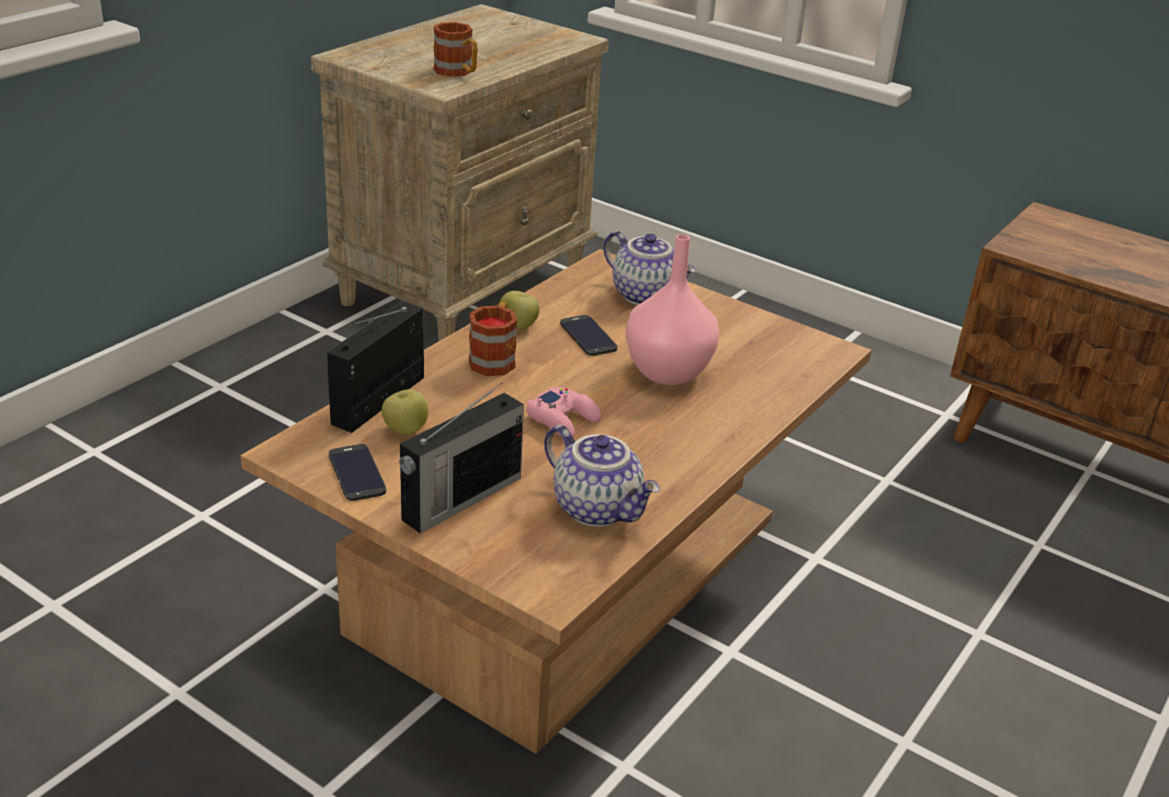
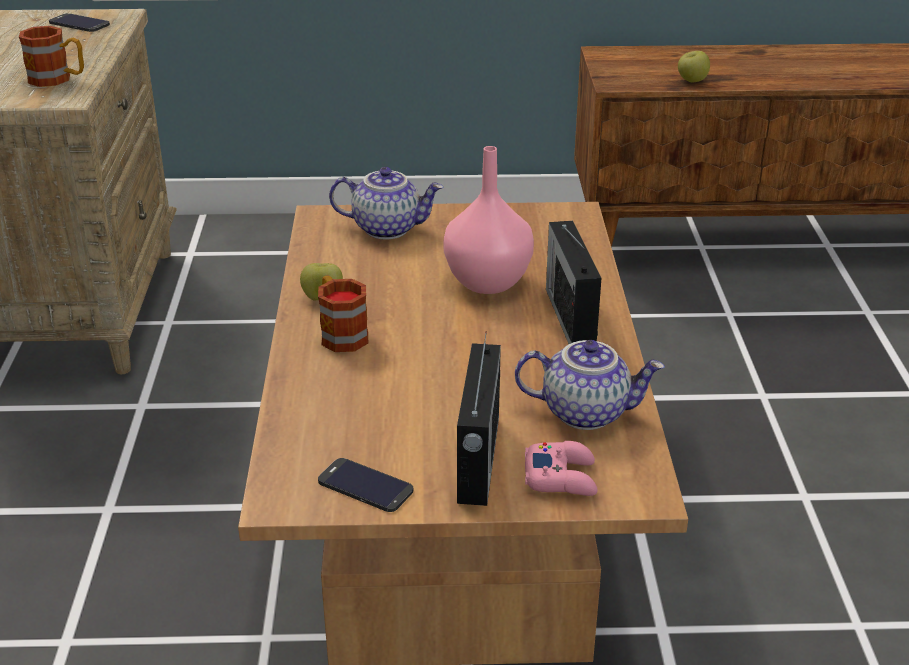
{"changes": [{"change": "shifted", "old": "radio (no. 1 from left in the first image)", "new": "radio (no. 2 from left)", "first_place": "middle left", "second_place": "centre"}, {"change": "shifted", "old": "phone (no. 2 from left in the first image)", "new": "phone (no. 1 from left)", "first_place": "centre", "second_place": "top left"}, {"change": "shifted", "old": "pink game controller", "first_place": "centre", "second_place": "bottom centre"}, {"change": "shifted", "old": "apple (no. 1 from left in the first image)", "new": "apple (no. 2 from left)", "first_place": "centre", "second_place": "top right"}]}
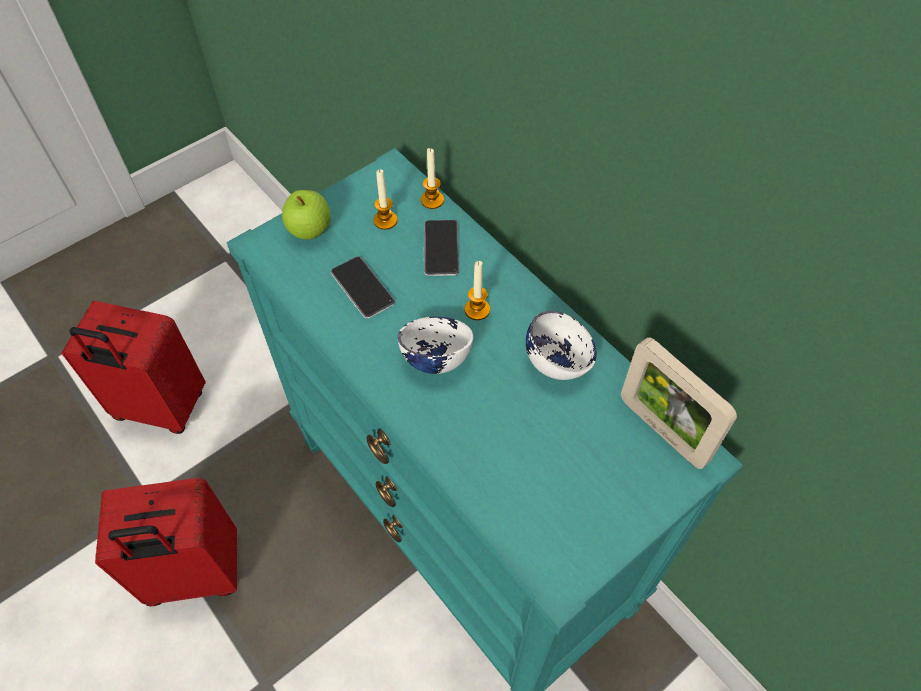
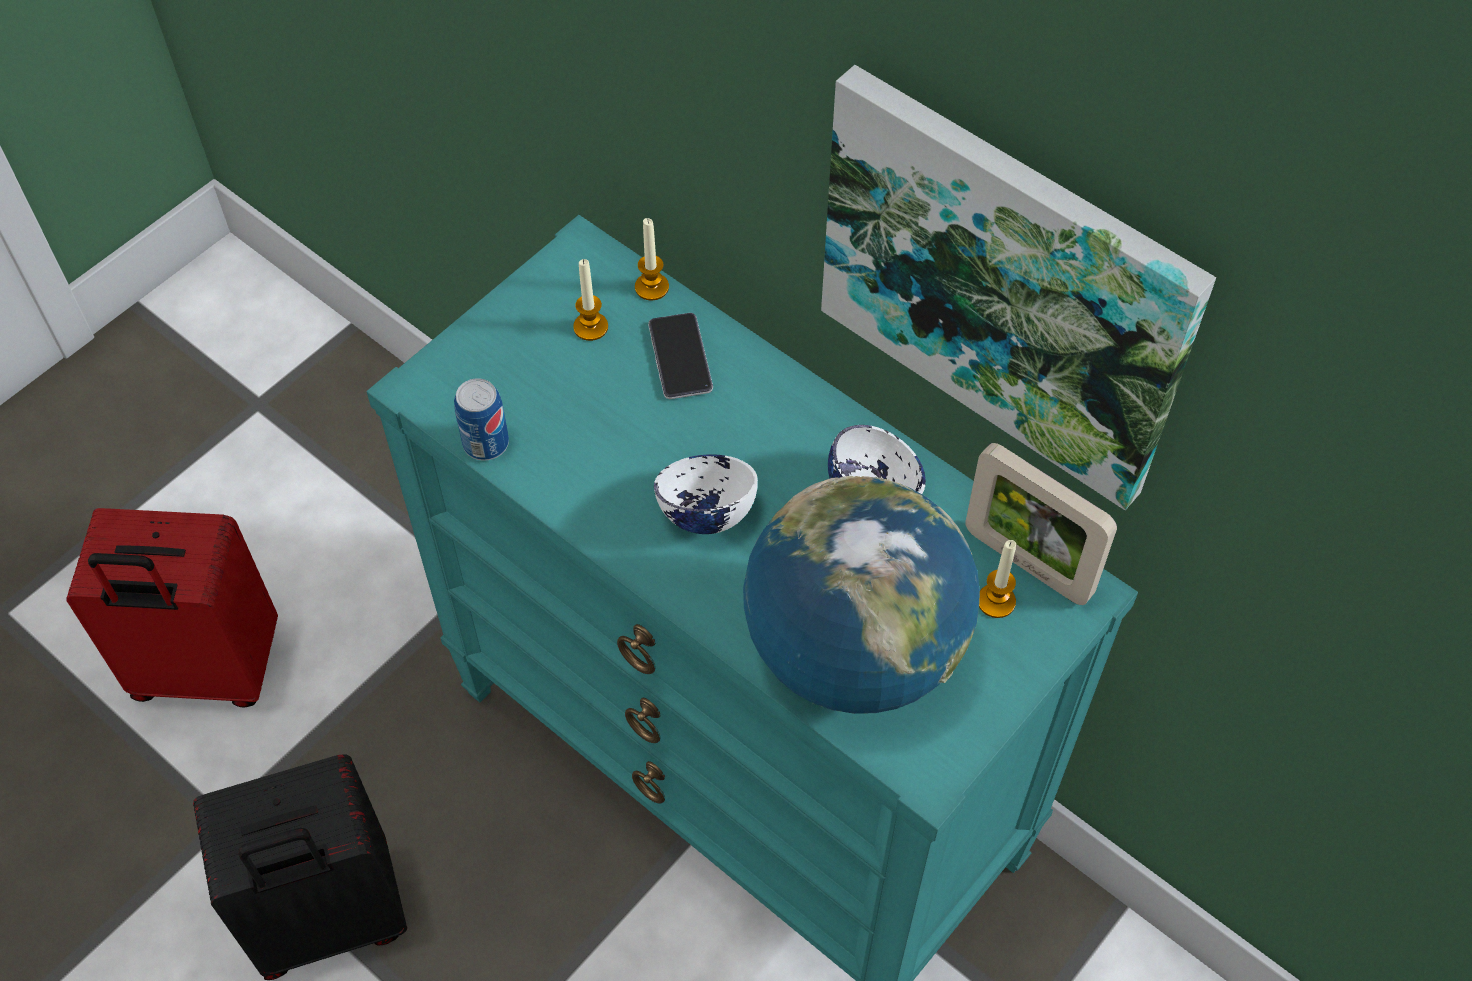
{"changes": [{"change": "gone", "old": "apple", "first_place": "top left"}, {"change": "gone", "old": "phone (no. 1 from left)", "first_place": "centre"}, {"change": "shifted", "old": "candle (no. 3 from left)", "first_place": "centre", "second_place": "middle right"}, {"change": "repainted", "old": "red suitcase (no. 2 from left)", "new": "black suitcase", "first_place": "bottom left", "second_place": "bottom left"}, {"change": "new", "new": "picture", "second_place": "top right"}, {"change": "new", "new": "can", "second_place": "middle left"}, {"change": "new", "new": "globe", "second_place": "centre"}]}
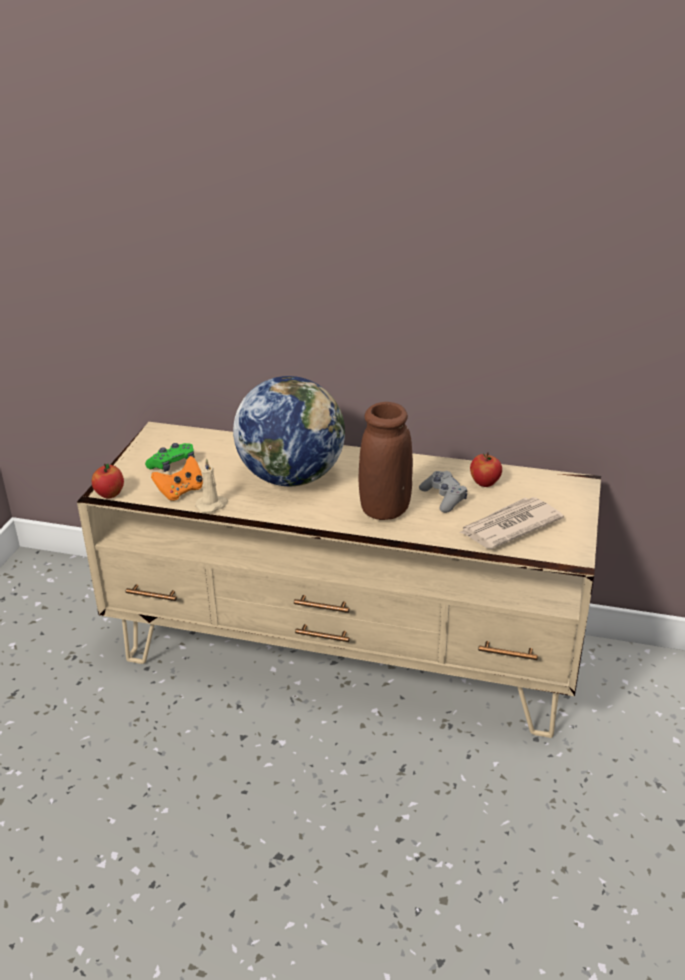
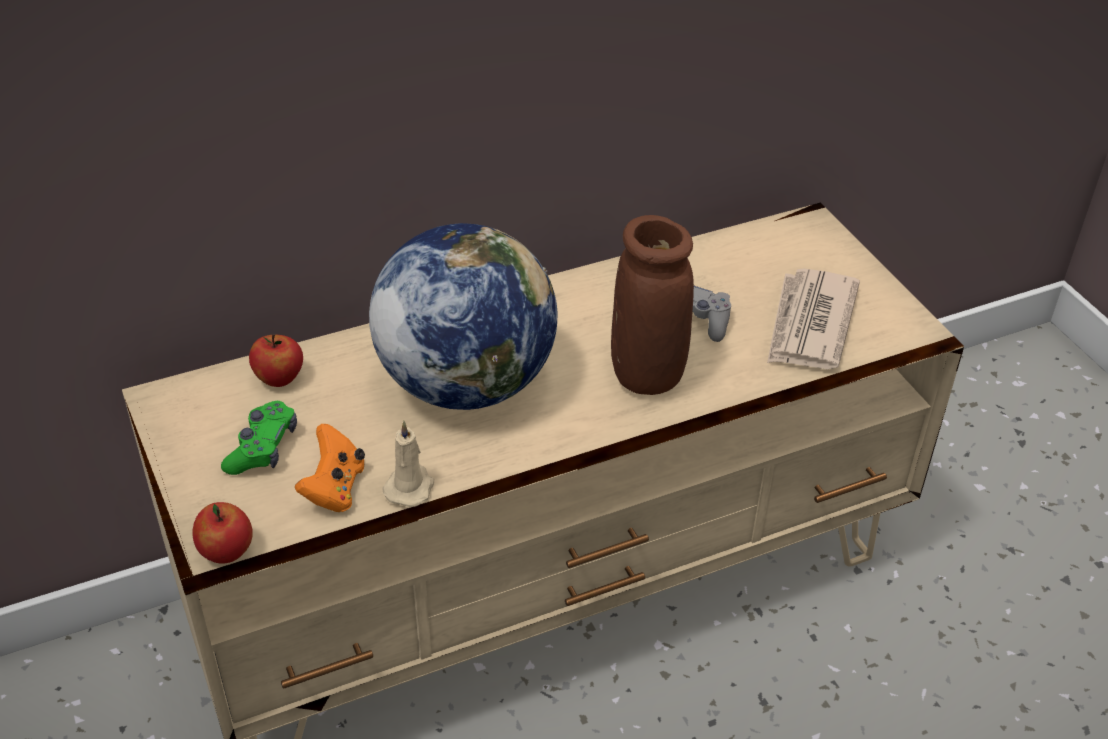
{"changes": [{"change": "shifted", "old": "apple (no. 2 from left)", "first_place": "middle right", "second_place": "middle left"}]}
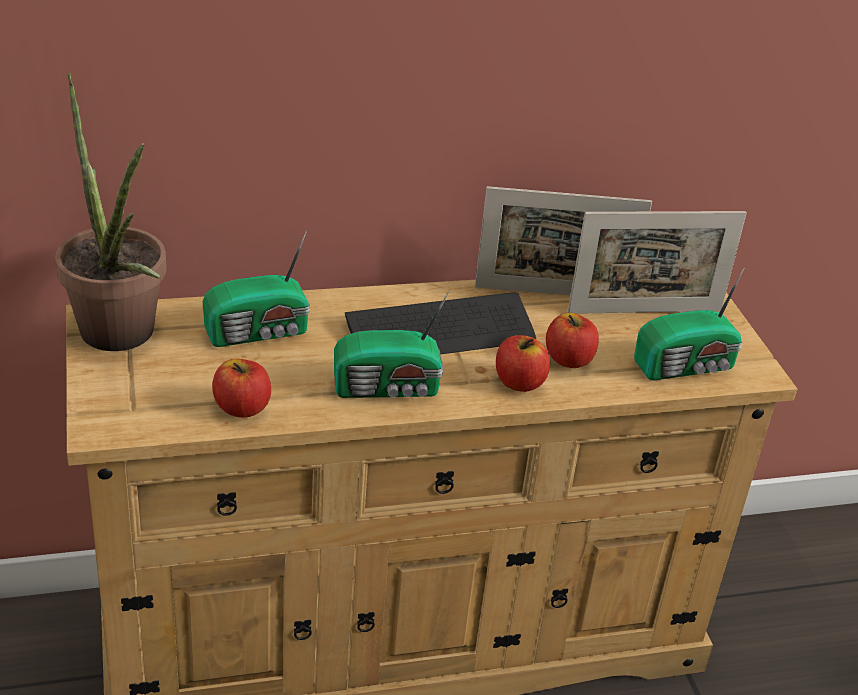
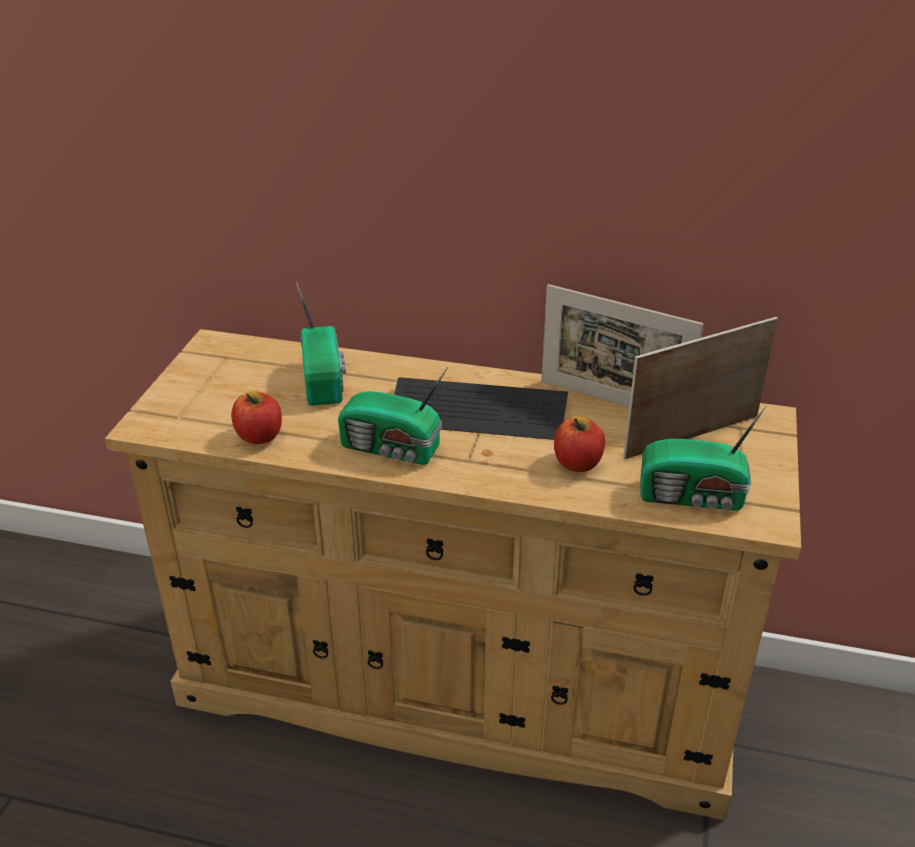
{"changes": [{"change": "gone", "old": "potted plant", "first_place": "top left"}, {"change": "rotated", "old": "picture frame (no. 2 from left)", "first_place": "middle right", "second_place": "middle right", "degrees": 135}, {"change": "rotated", "old": "radio (no. 1 from left)", "first_place": "middle left", "second_place": "centre", "degrees": -105}, {"change": "gone", "old": "apple (no. 2 from left)", "first_place": "centre"}]}
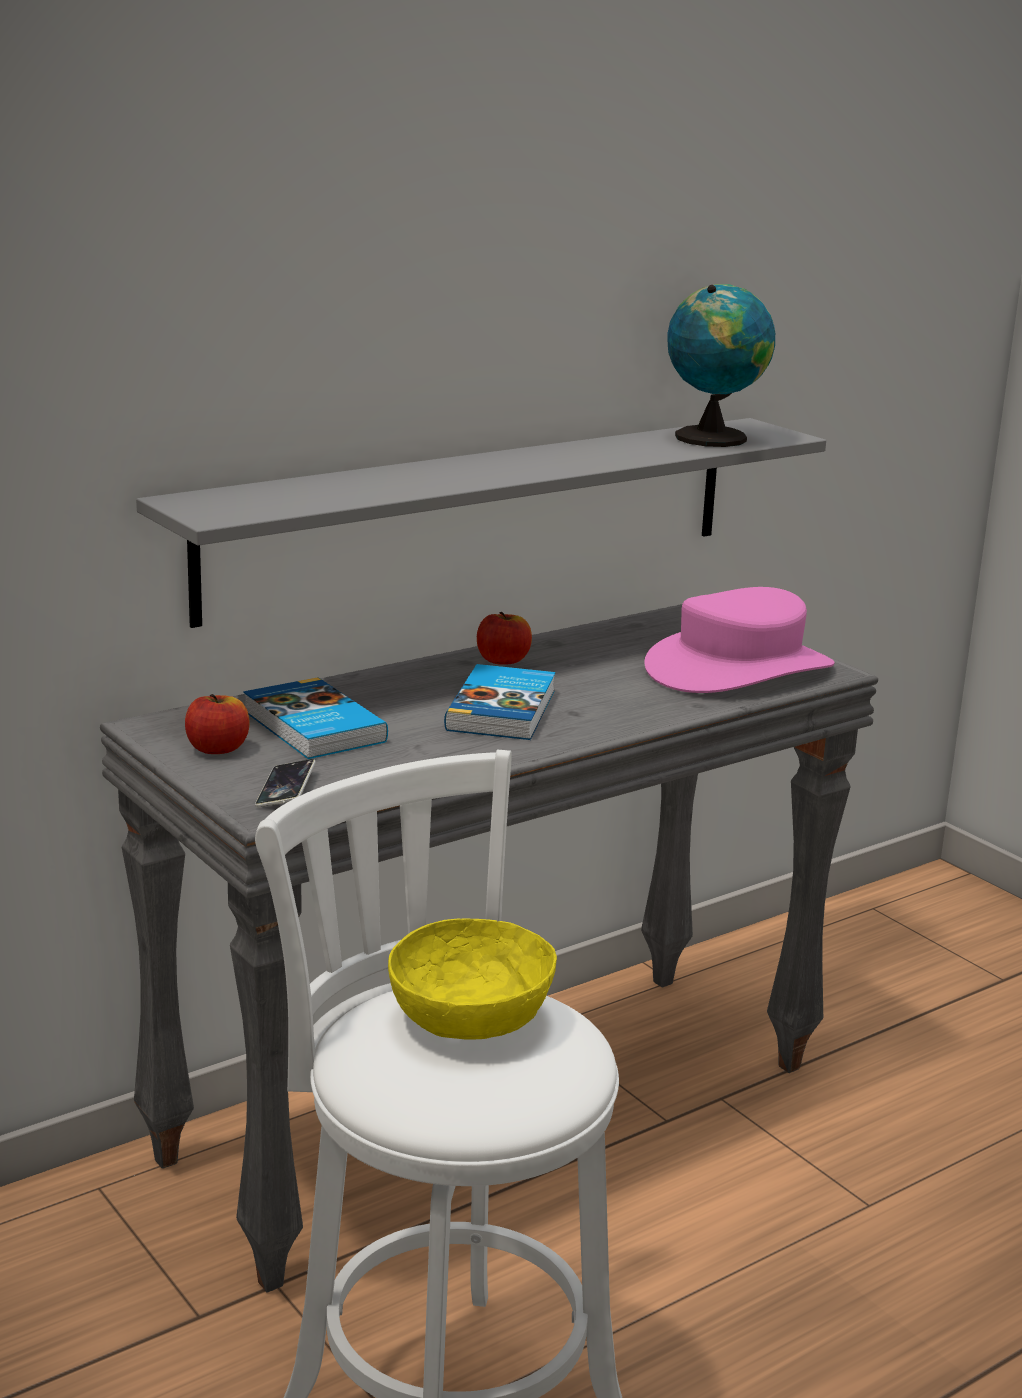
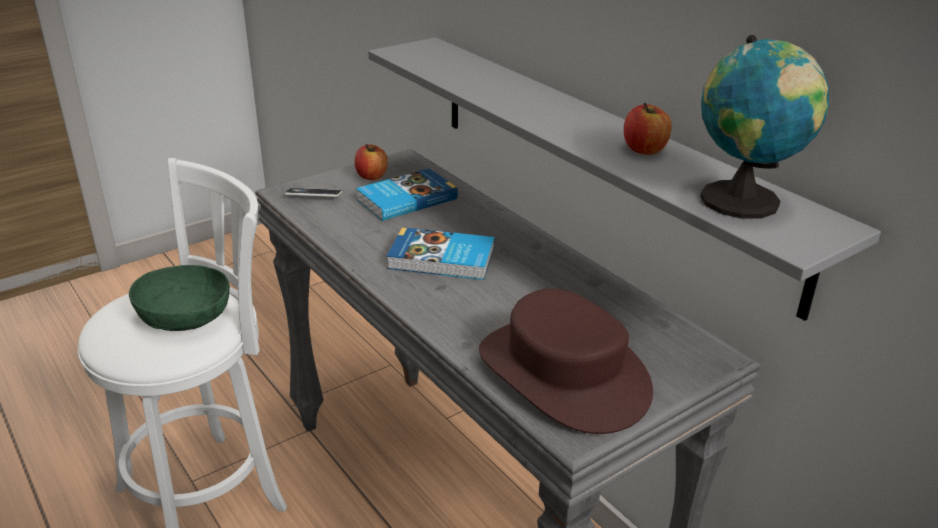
{"changes": [{"change": "repainted", "old": "pink hat", "new": "brown hat", "first_place": "middle right", "second_place": "bottom centre"}, {"change": "shifted", "old": "apple (no. 2 from left)", "first_place": "centre", "second_place": "top right"}, {"change": "repainted", "old": "yellow bowl", "new": "green bowl", "first_place": "bottom centre", "second_place": "middle left"}]}
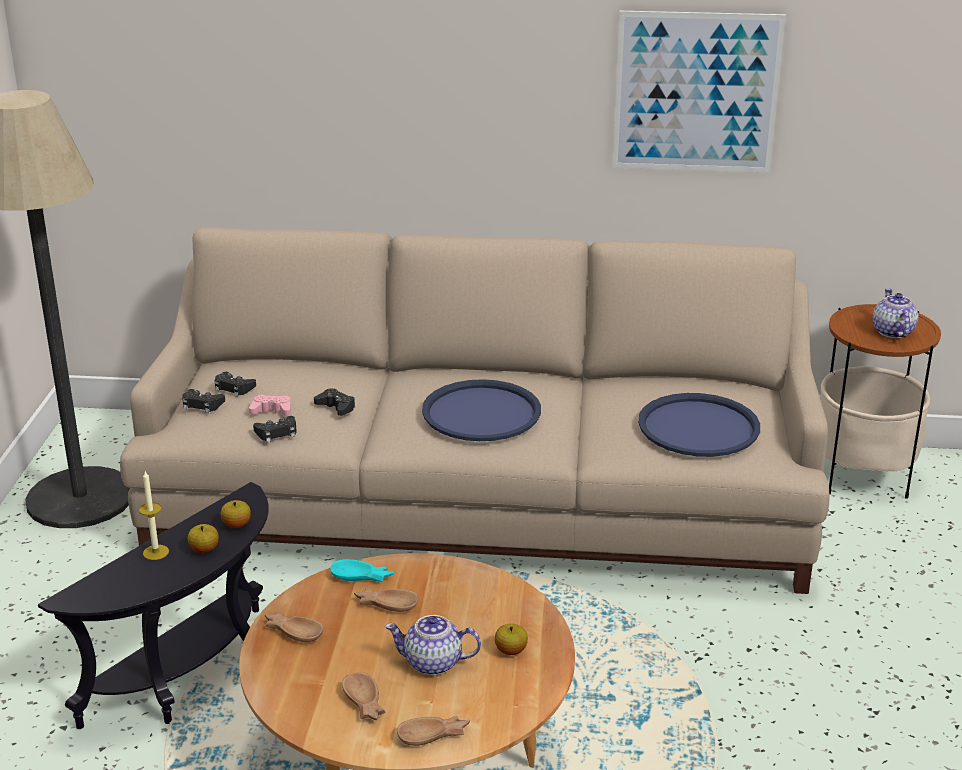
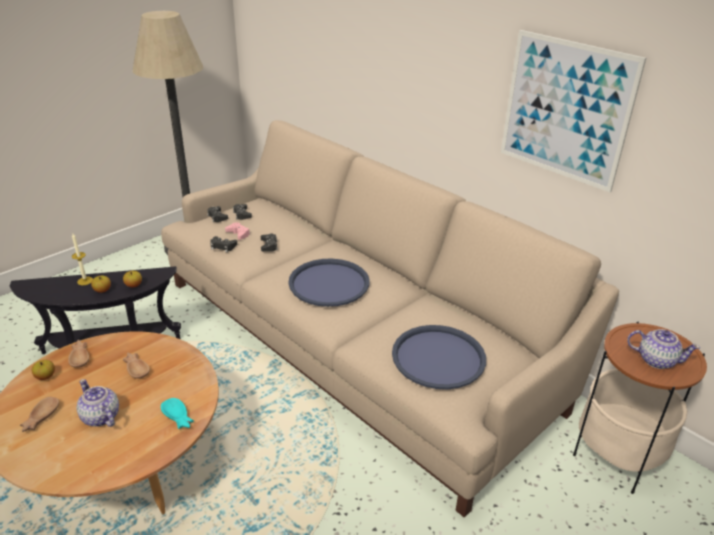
{"changes": [{"change": "rotated", "old": "teapot (no. 2 from left)", "first_place": "middle right", "second_place": "middle right", "degrees": 75}, {"change": "shifted", "old": "turquoise bowl", "first_place": "bottom centre", "second_place": "bottom left"}, {"change": "shifted", "old": "apple (no. 3 from left in the first image)", "new": "apple (no. 1 from left)", "first_place": "bottom centre", "second_place": "bottom left"}, {"change": "gone", "old": "brown bowl (no. 4 from left)", "first_place": "bottom centre"}]}
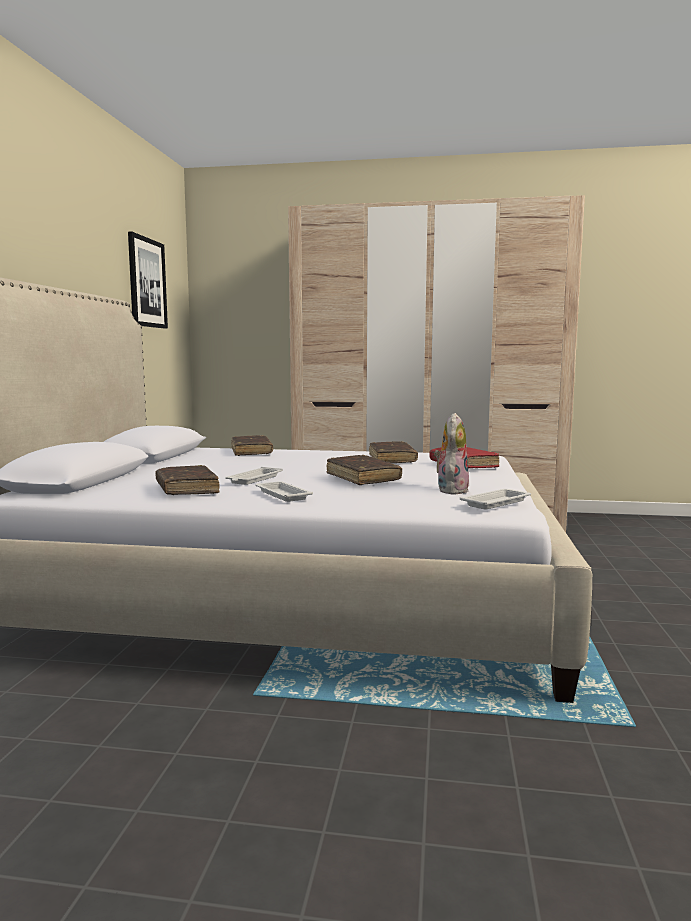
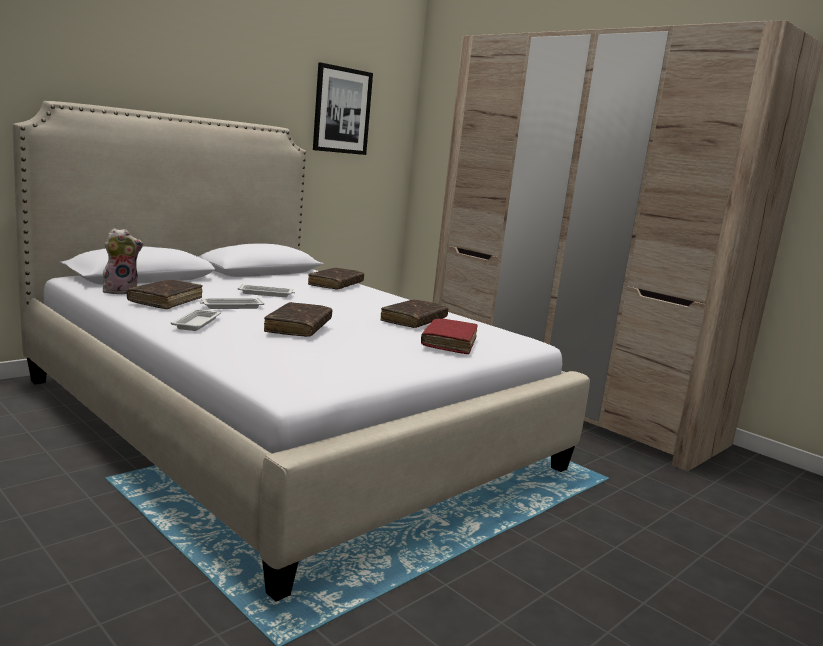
{"changes": [{"change": "shifted", "old": "plush toy", "first_place": "centre", "second_place": "middle left"}, {"change": "shifted", "old": "white tray (no. 3 from left)", "first_place": "middle right", "second_place": "middle left"}]}
